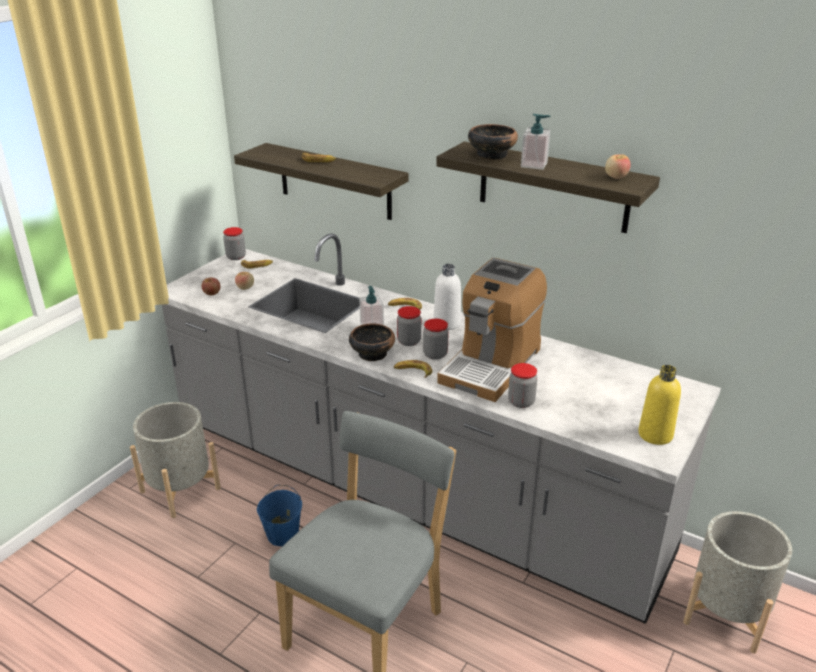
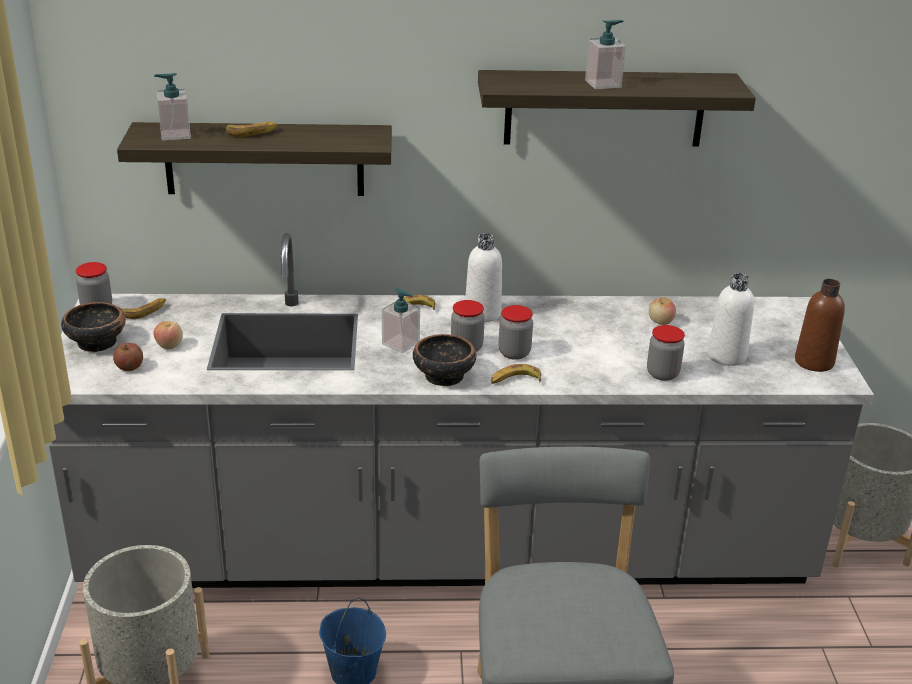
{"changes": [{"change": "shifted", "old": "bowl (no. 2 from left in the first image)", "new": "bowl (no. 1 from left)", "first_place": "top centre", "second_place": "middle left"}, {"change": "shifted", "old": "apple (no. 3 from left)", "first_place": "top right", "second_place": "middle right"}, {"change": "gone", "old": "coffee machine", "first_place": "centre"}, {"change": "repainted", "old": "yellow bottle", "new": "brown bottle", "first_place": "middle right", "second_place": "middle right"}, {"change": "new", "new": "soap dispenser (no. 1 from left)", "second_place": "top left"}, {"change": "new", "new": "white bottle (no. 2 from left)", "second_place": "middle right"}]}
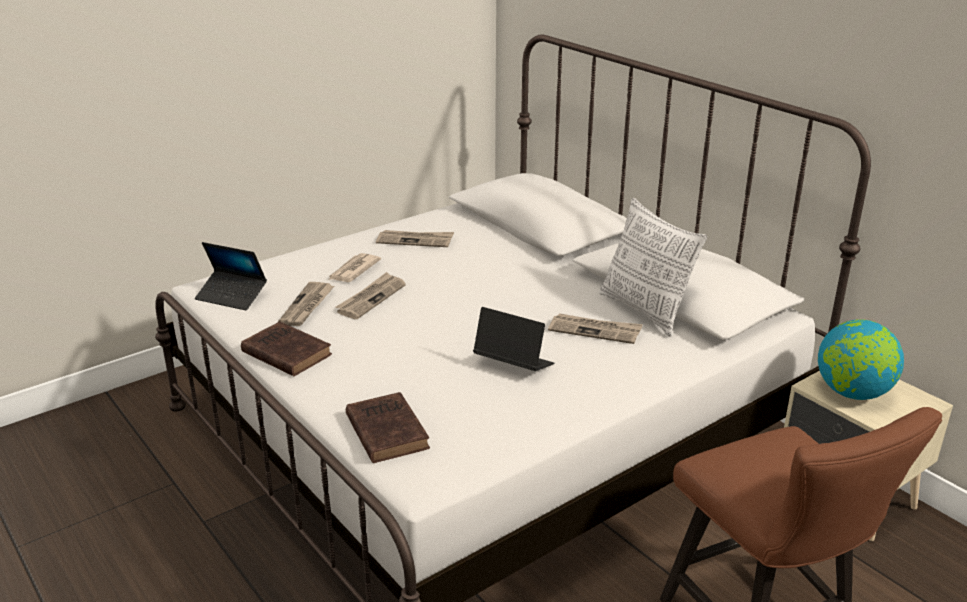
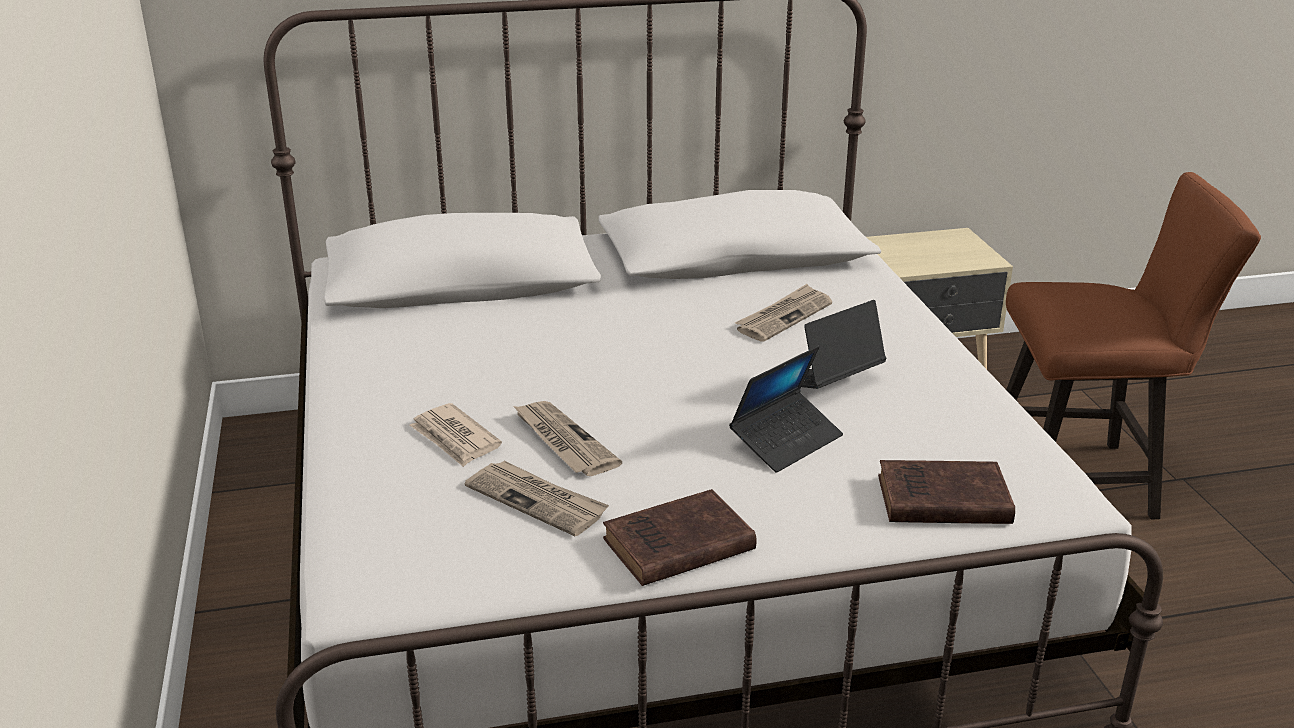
{"changes": [{"change": "gone", "old": "pillow", "first_place": "middle right"}, {"change": "gone", "old": "newspaper (no. 4 from left)", "first_place": "centre"}, {"change": "shifted", "old": "laptop (no. 1 from left)", "first_place": "middle left", "second_place": "centre"}, {"change": "gone", "old": "globe", "first_place": "middle right"}]}
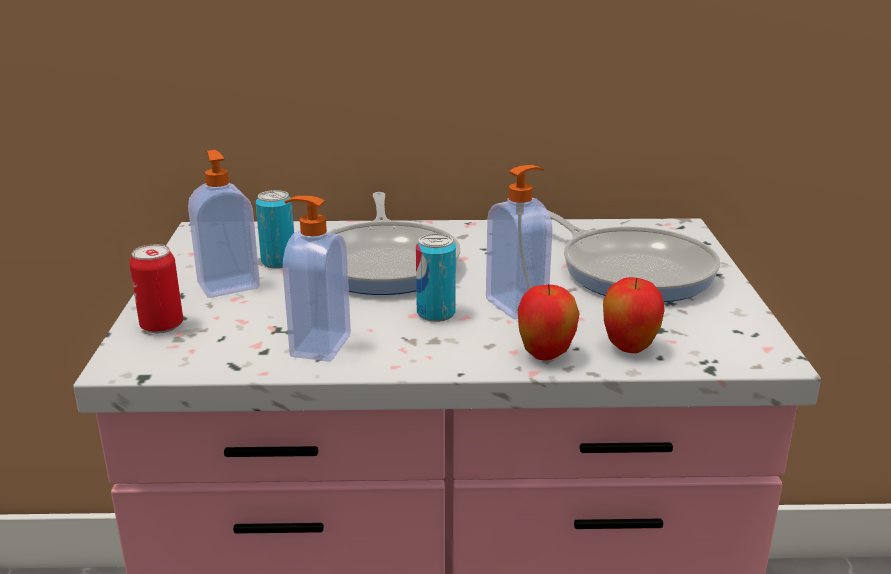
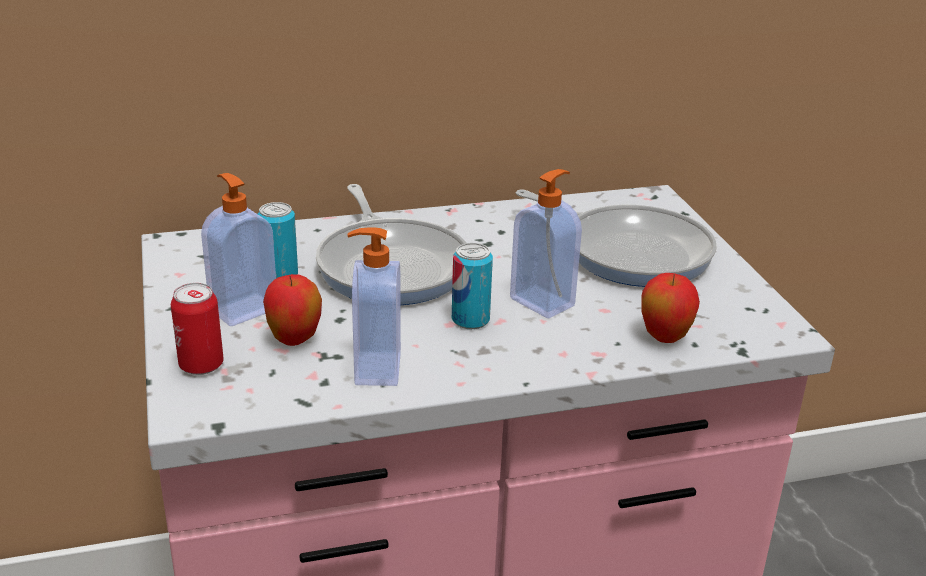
{"changes": [{"change": "shifted", "old": "apple (no. 1 from left)", "first_place": "centre", "second_place": "middle left"}]}
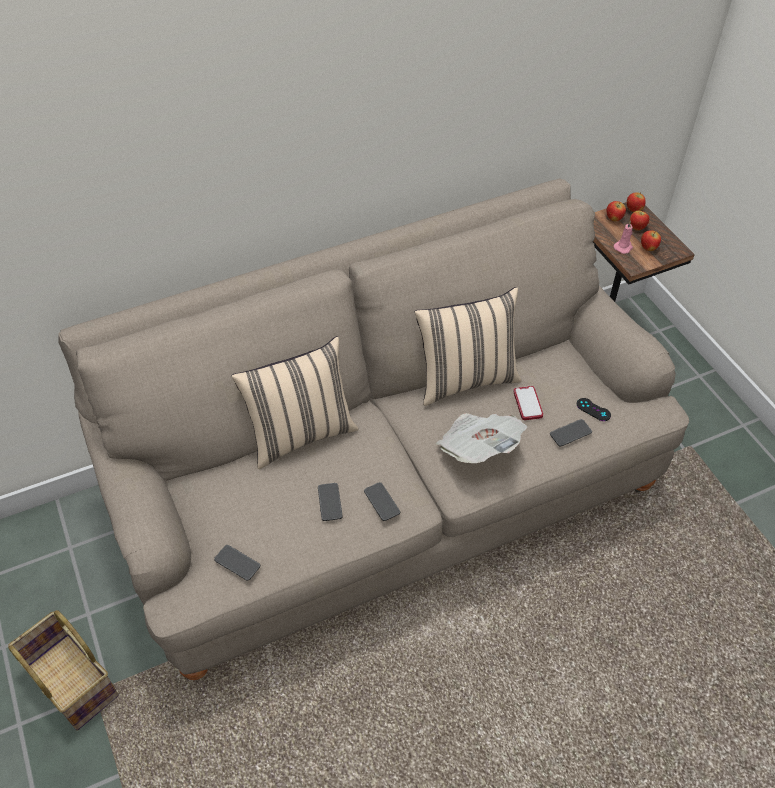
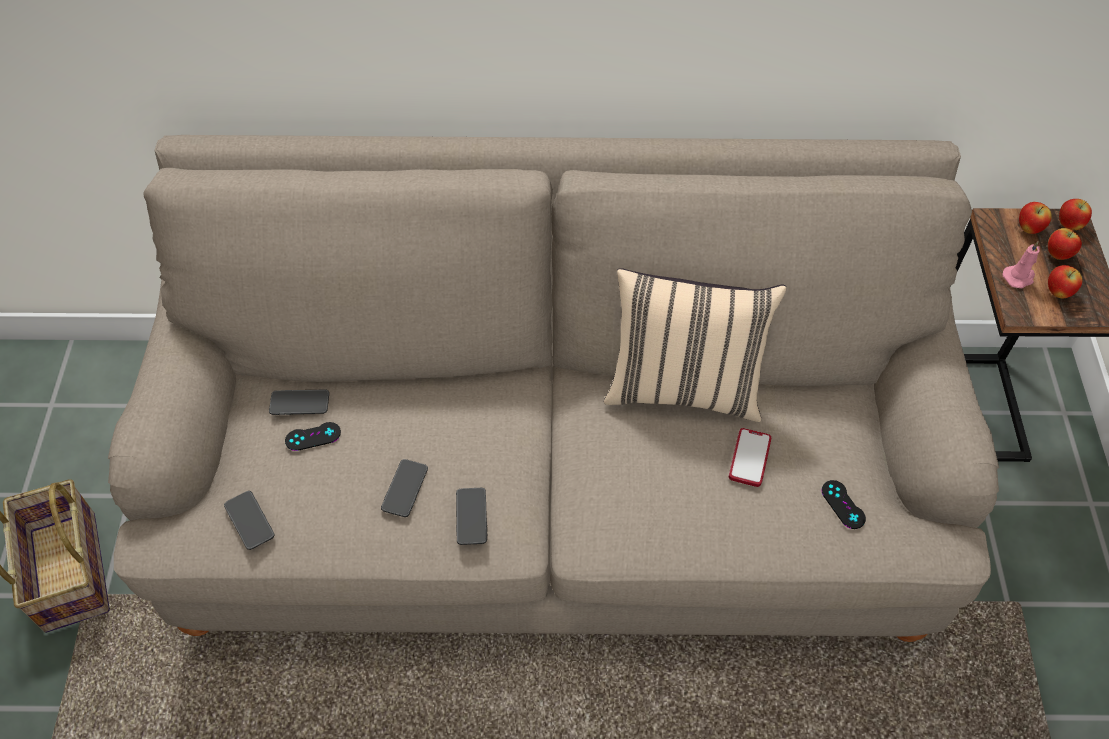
{"changes": [{"change": "gone", "old": "beige pillow (no. 1 from left)", "first_place": "centre"}, {"change": "gone", "old": "newspaper", "first_place": "centre"}, {"change": "shifted", "old": "phone (no. 5 from left in the first image)", "new": "phone (no. 2 from left)", "first_place": "middle right", "second_place": "middle left"}, {"change": "new", "new": "black game controller (no. 1 from left)", "second_place": "middle left"}]}
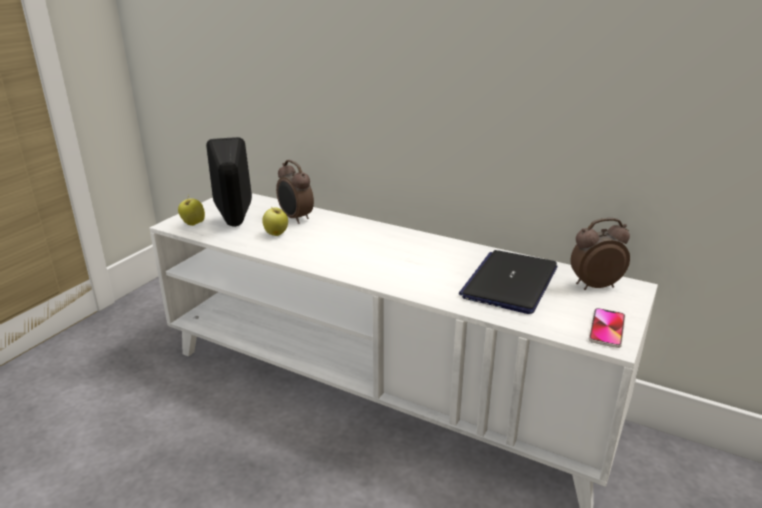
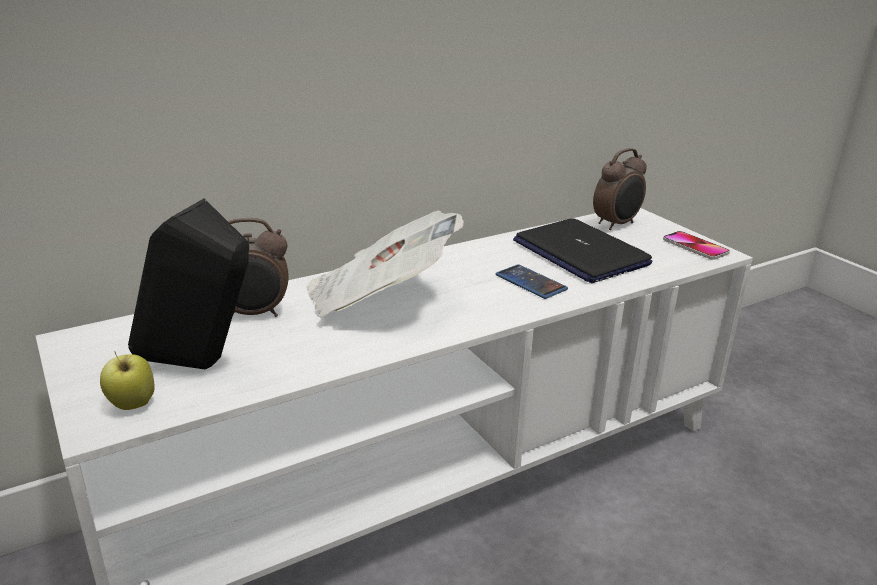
{"changes": [{"change": "gone", "old": "apple (no. 2 from left)", "first_place": "centre"}, {"change": "rotated", "old": "alarm clock (no. 2 from left)", "first_place": "middle right", "second_place": "top right", "degrees": -150}, {"change": "new", "new": "newspaper", "second_place": "centre"}, {"change": "new", "new": "phone (no. 1 from left)", "second_place": "centre"}]}
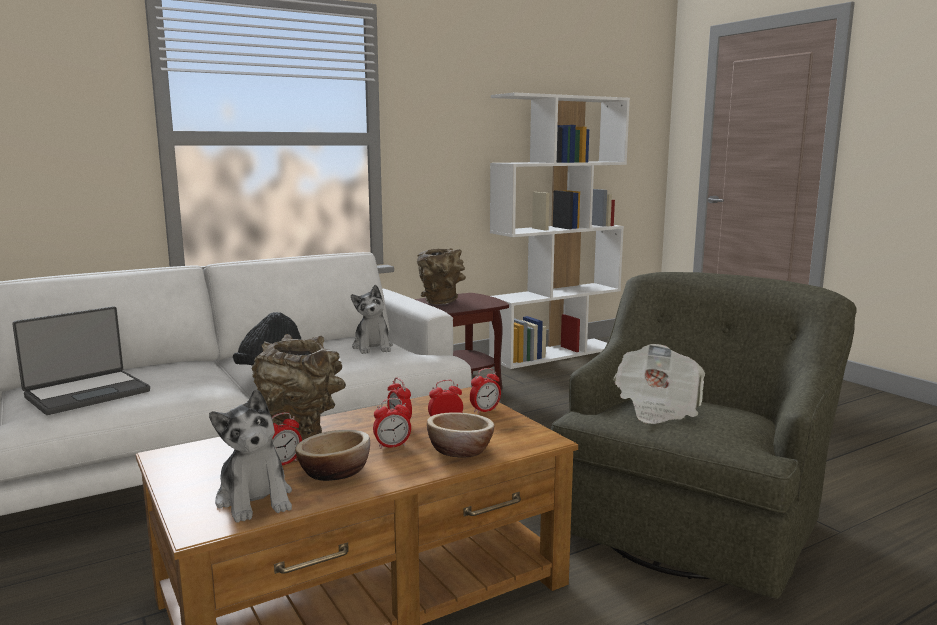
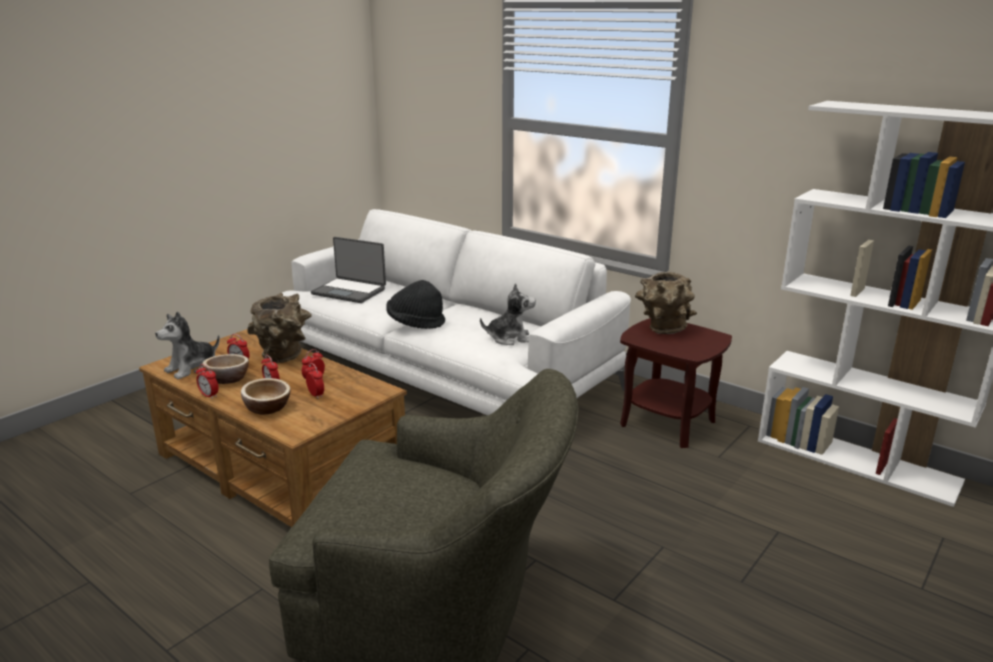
{"changes": [{"change": "rotated", "old": "plush toy (no. 2 from left)", "first_place": "centre", "second_place": "centre", "degrees": -150}, {"change": "gone", "old": "newspaper", "first_place": "middle right"}, {"change": "shifted", "old": "alarm clock (no. 5 from left in the first image)", "new": "alarm clock (no. 1 from left)", "first_place": "centre", "second_place": "middle left"}]}
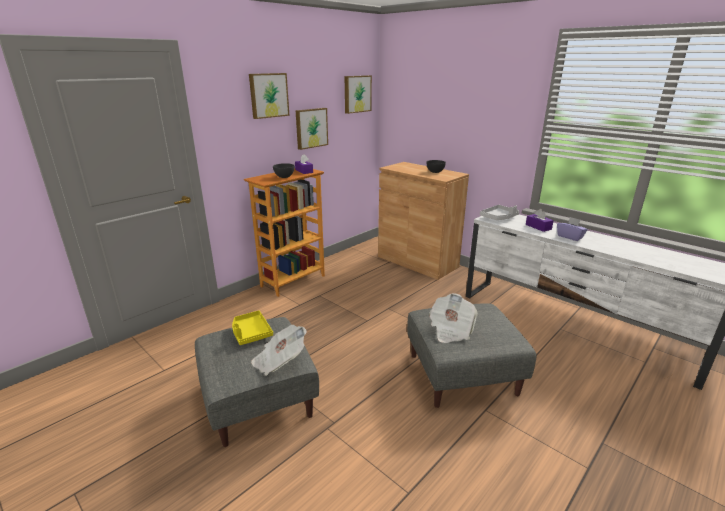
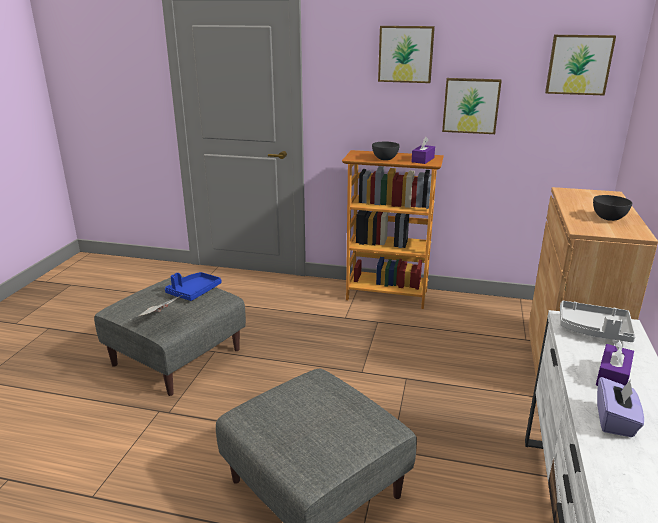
{"changes": [{"change": "gone", "old": "newspaper (no. 2 from left)", "first_place": "centre"}, {"change": "repainted", "old": "yellow tray", "new": "blue tray", "first_place": "centre", "second_place": "middle left"}]}
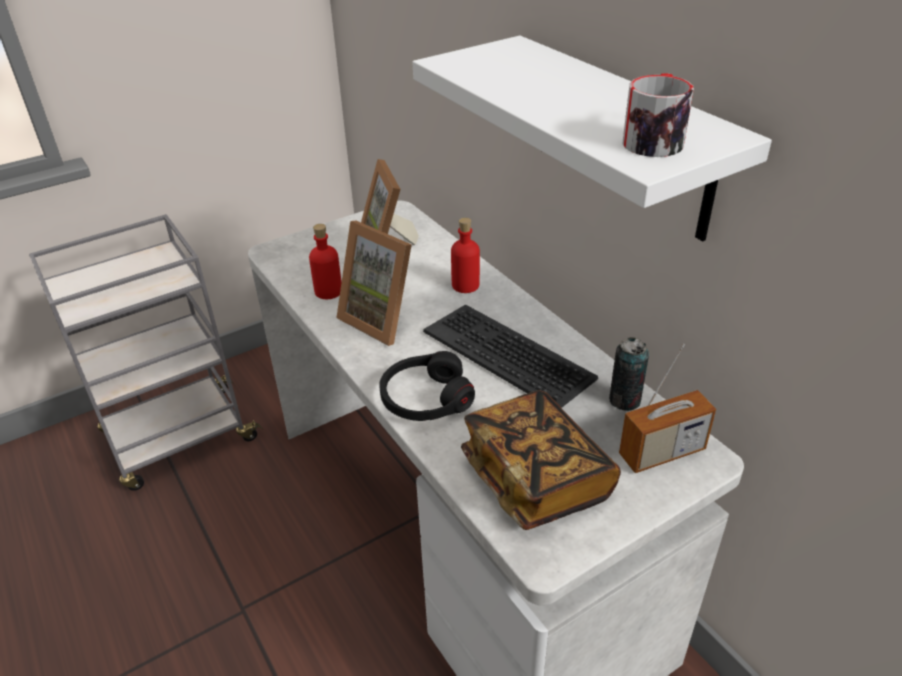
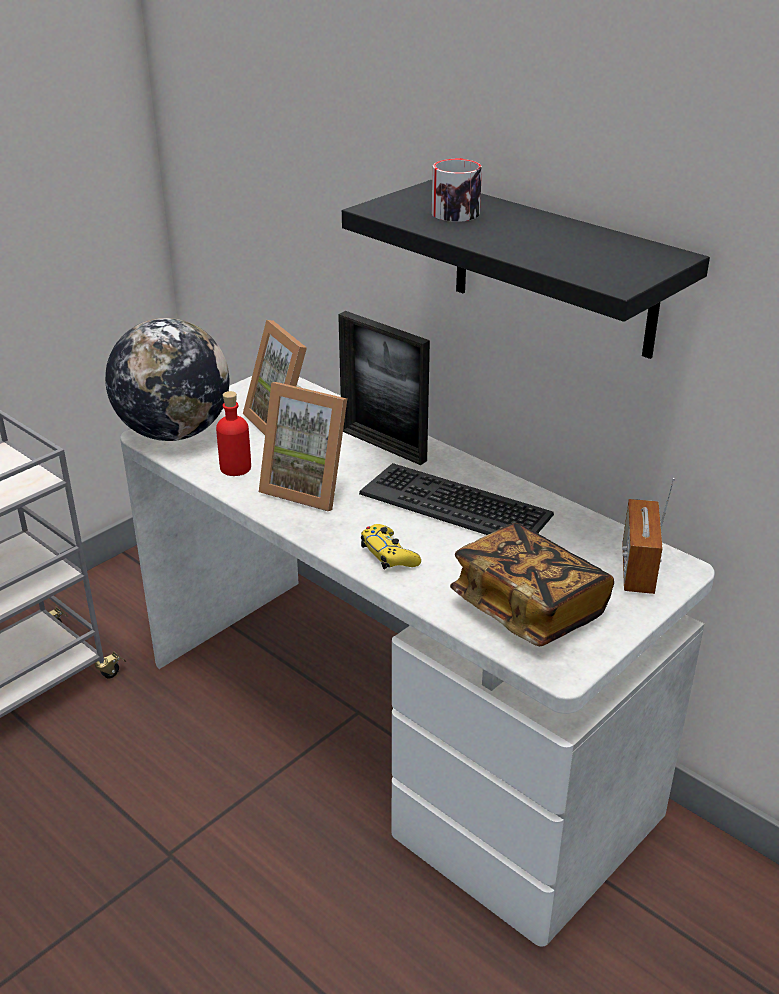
{"changes": [{"change": "repainted", "old": "white shelf", "new": "black shelf", "first_place": "top centre", "second_place": "top right"}, {"change": "shifted", "old": "mug", "first_place": "top right", "second_place": "top centre"}, {"change": "swapped", "old": "red bottle (no. 2 from left)", "new": "picture frame (no. 3 from left)", "first_place": "centre", "second_place": "centre"}, {"change": "gone", "old": "can", "first_place": "middle right"}, {"change": "rotated", "old": "radio", "first_place": "middle right", "second_place": "middle right", "degrees": 135}, {"change": "swapped", "old": "black headphones", "new": "yellow game controller", "first_place": "centre", "second_place": "centre"}, {"change": "new", "new": "globe", "second_place": "middle left"}]}
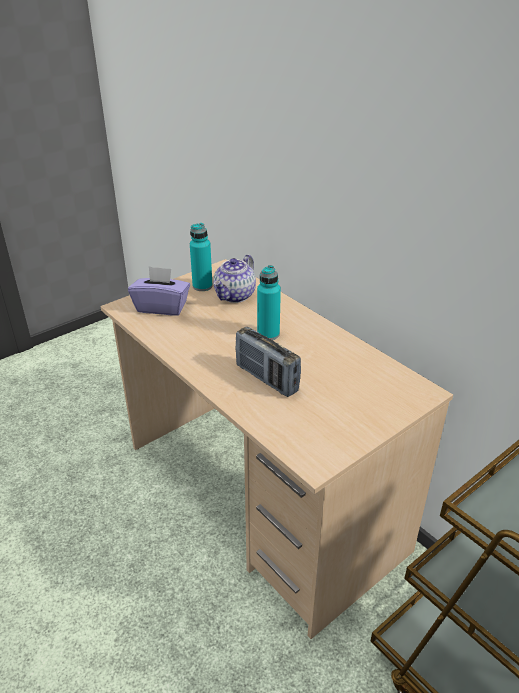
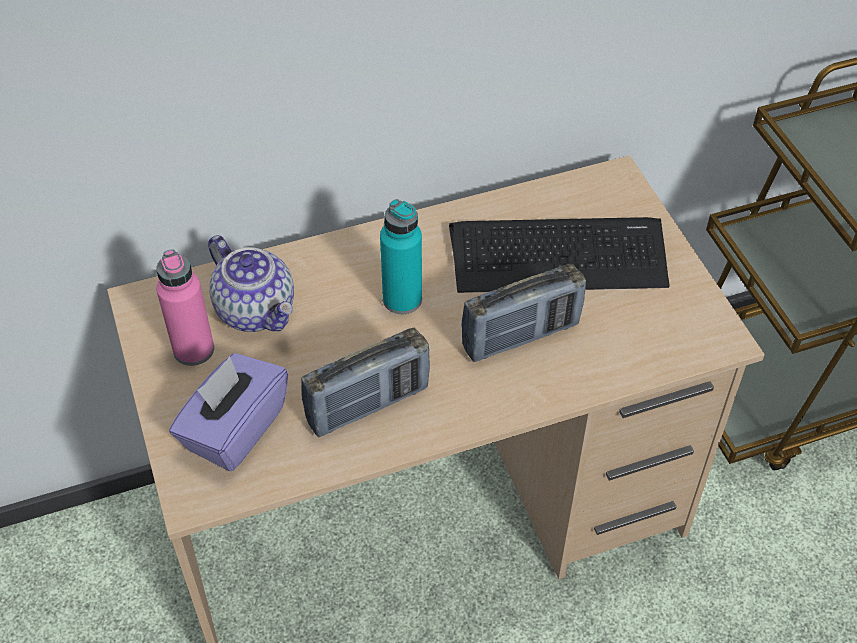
{"changes": [{"change": "repainted", "old": "turquoise bottle (no. 1 from left)", "new": "pink bottle", "first_place": "centre", "second_place": "middle left"}, {"change": "new", "new": "keyboard", "second_place": "centre"}, {"change": "new", "new": "radio (no. 1 from left)", "second_place": "centre"}]}
